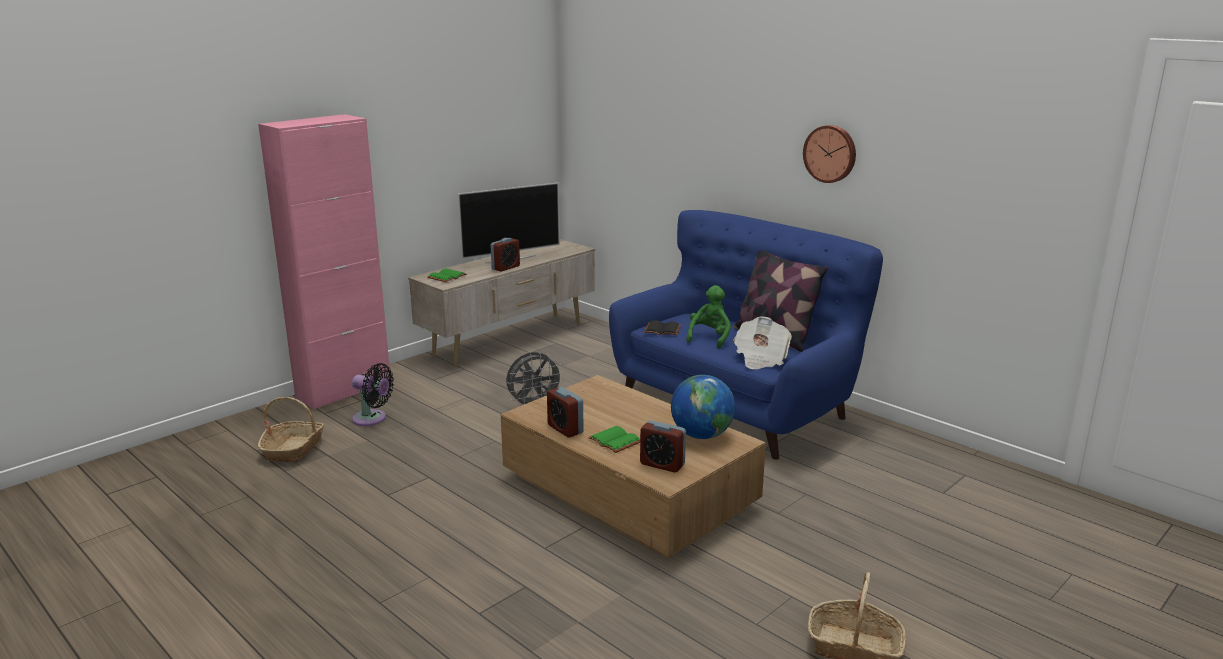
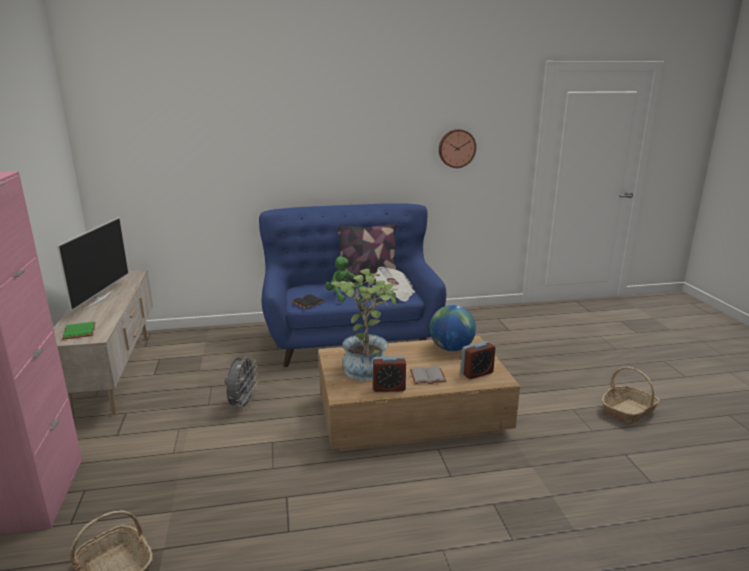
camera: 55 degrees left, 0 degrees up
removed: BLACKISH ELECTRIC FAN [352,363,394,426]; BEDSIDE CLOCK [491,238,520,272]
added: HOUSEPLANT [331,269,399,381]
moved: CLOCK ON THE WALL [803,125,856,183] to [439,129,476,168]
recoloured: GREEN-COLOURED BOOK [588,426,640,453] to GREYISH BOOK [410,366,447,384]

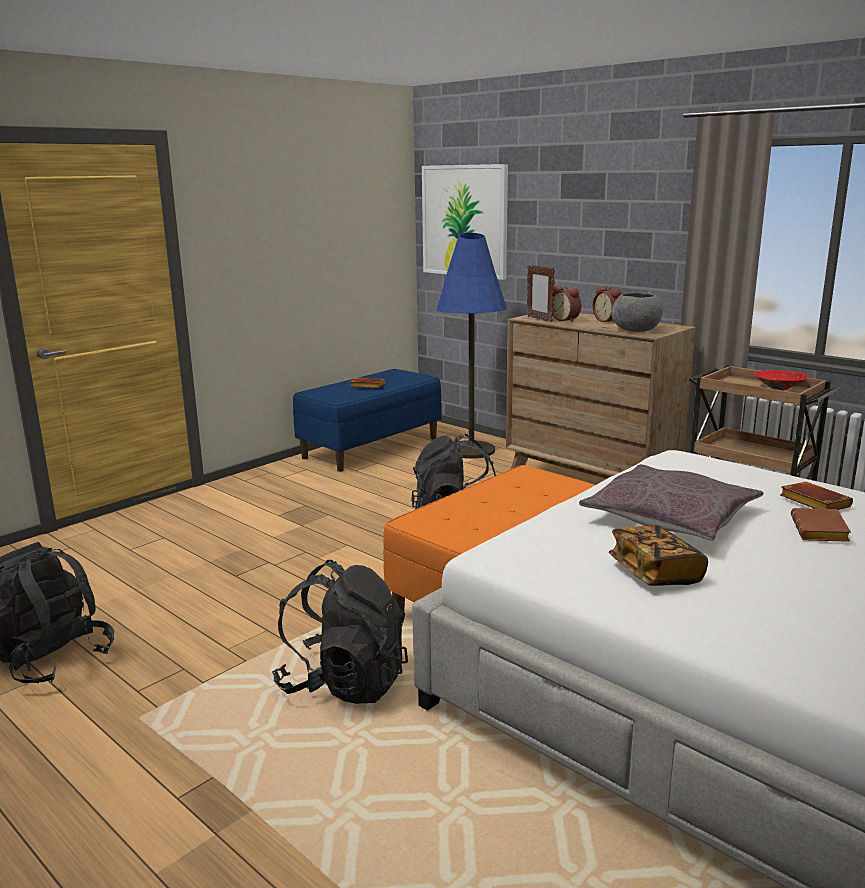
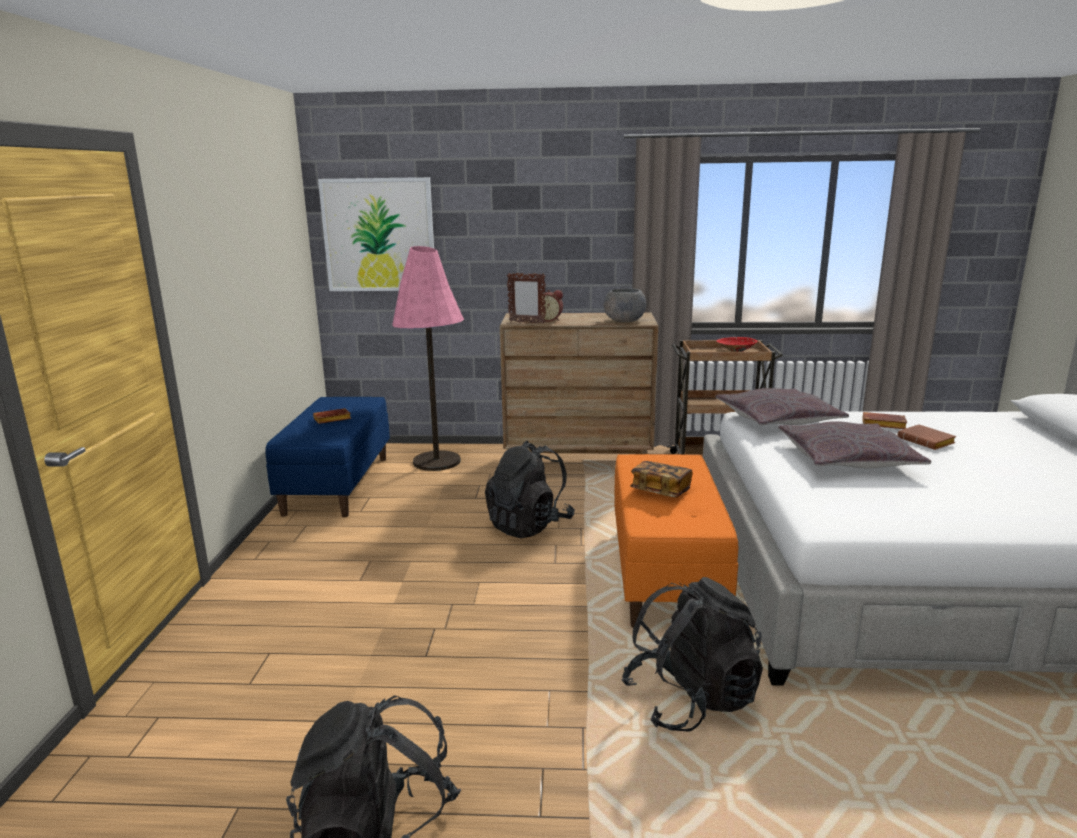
camera: 40 degrees left, 0 degrees up
removed: BEDSIDE CLOCK [593,286,622,323]
added: GREYISH THROW PILLOW [716,388,849,425]
moved: BOOK [609,525,708,586] to [630,461,693,498]
recoloured: BLUISH STANDARD LAMP [437,233,507,459] to PINK-COLOURED STANDARD LAMP [392,246,464,471]

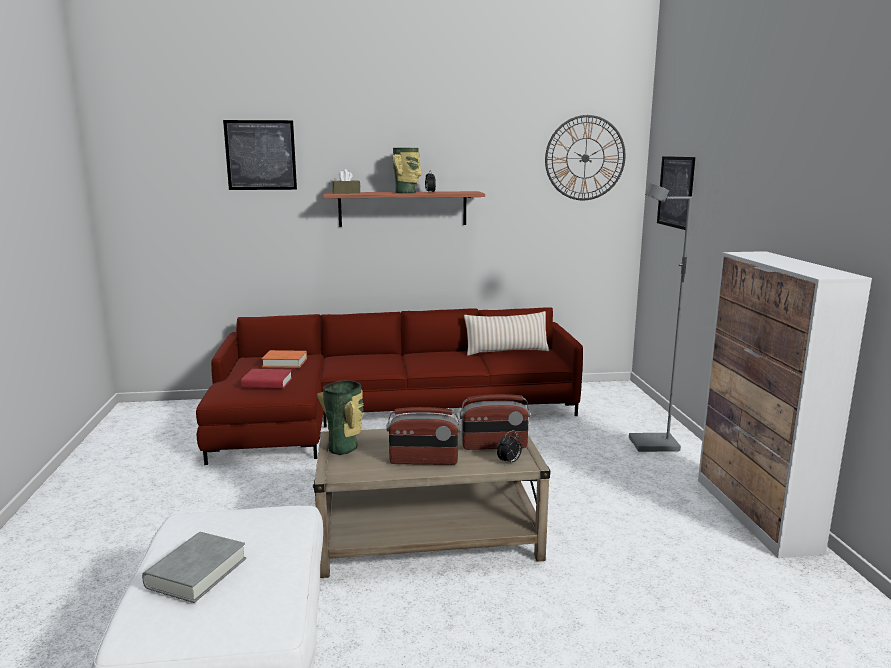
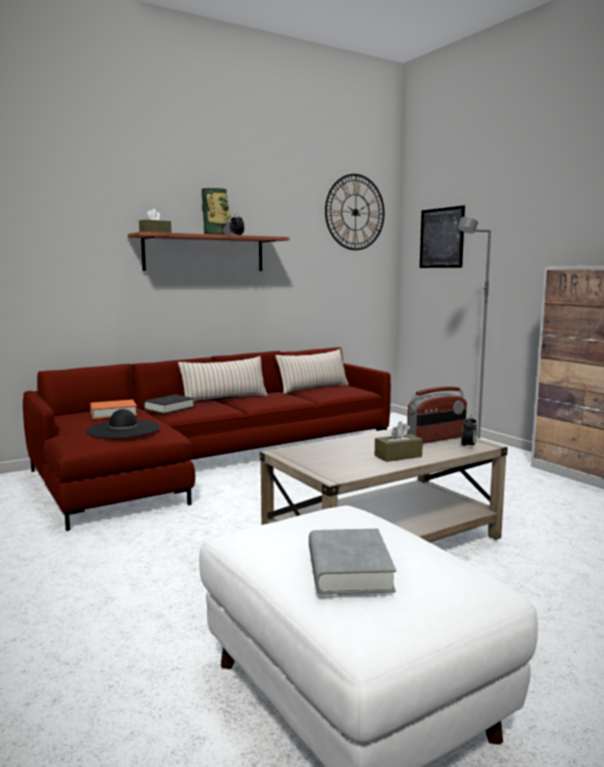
camera: 25 degrees left, 5 degrees down
removed: WALL PICTURE [223,120,297,190]; VASE [317,380,364,455]
added: BLACKISH BOOK [143,394,195,414]; BEIGE THROW PILLOW [178,356,268,402]
replaced: RED BOOK [241,369,292,389] to BLACKISH CLOTHING HAT [86,409,160,438]; RADIO RECEIVER [387,407,461,465] to BROWN-COLOURED TISSUE HOLDER [375,421,423,462]

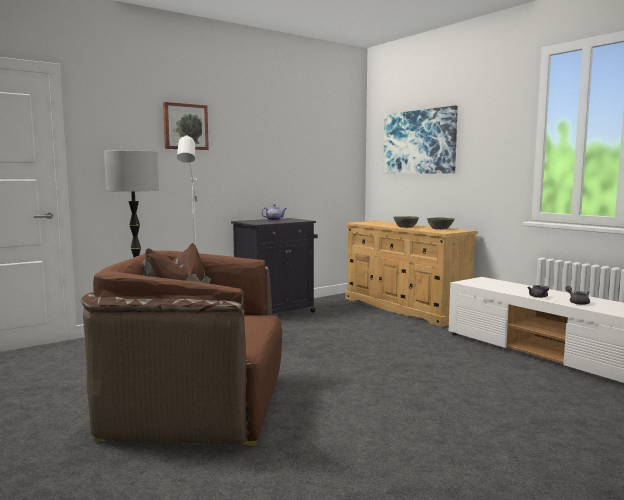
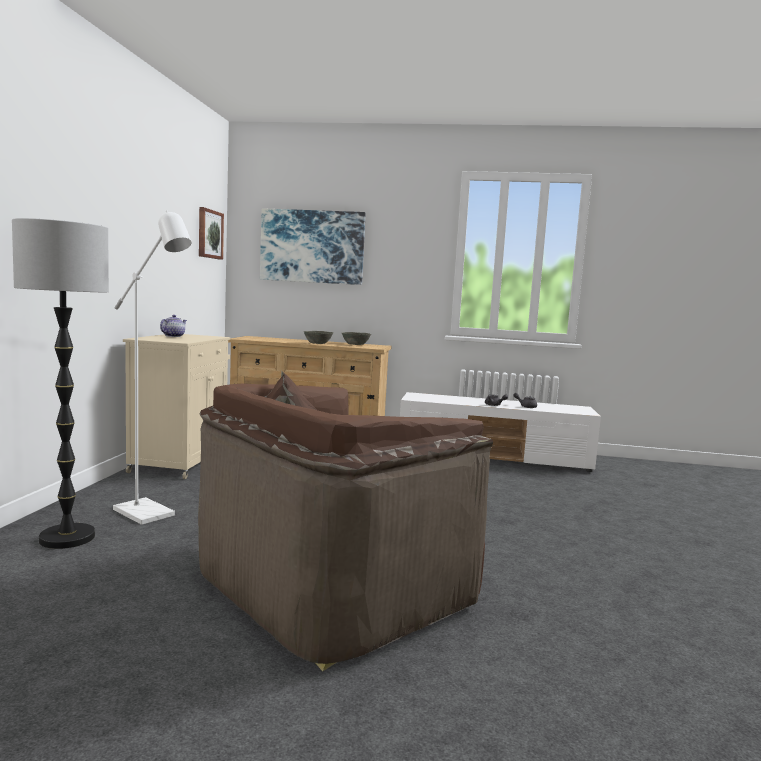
camera: 45 degrees left, 0 degrees up
moved: WALL PICTURE [163,102,209,150] to [199,207,224,260]
recoloured: BLACKISH CABINET [231,218,318,314] to BEIGE CABINET [123,334,230,479]

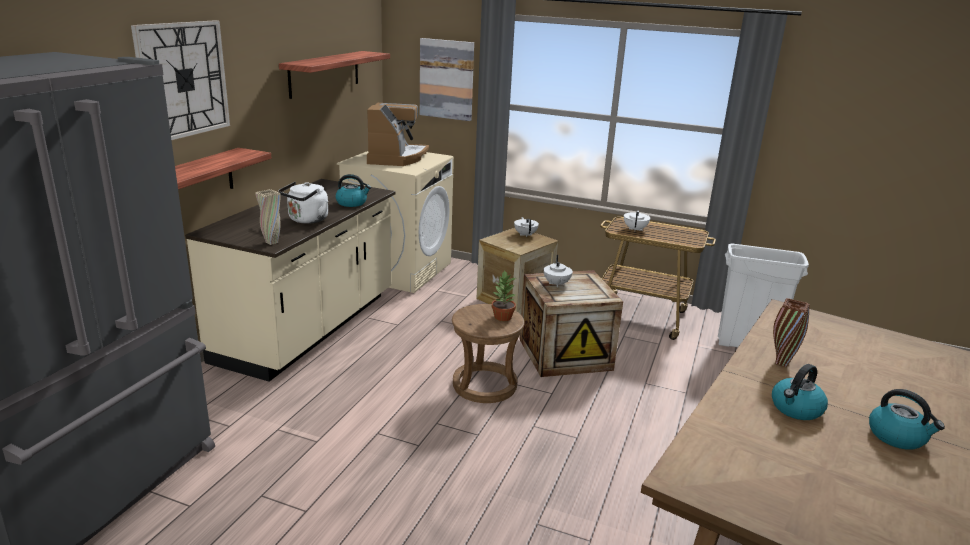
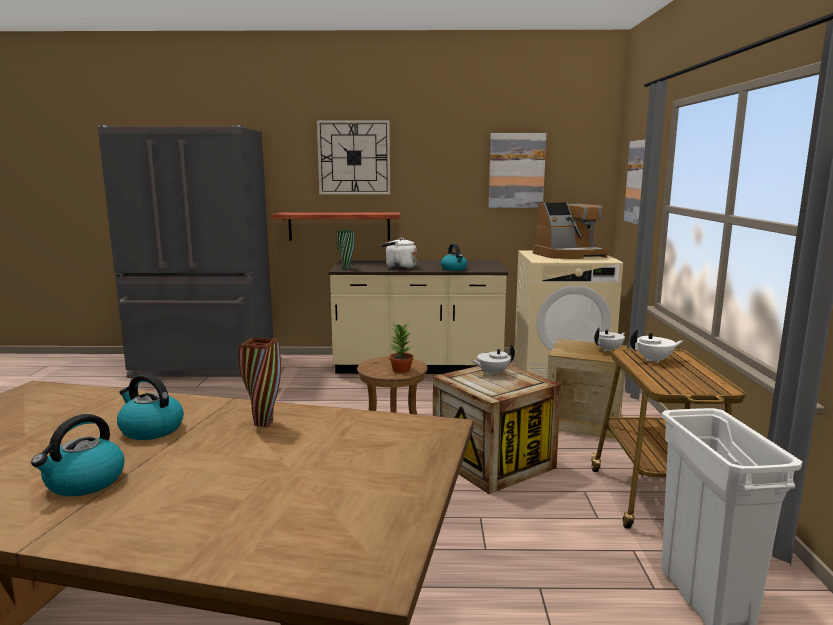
camera: 70 degrees right, 10 degrees down
replaced: BRACKET SHELF [279,51,390,99] to WALL PICTURE [489,133,546,208]
recoloured: BEIGE VASE [255,189,281,245] to GREEN-COLOURED VASE [336,230,354,270]

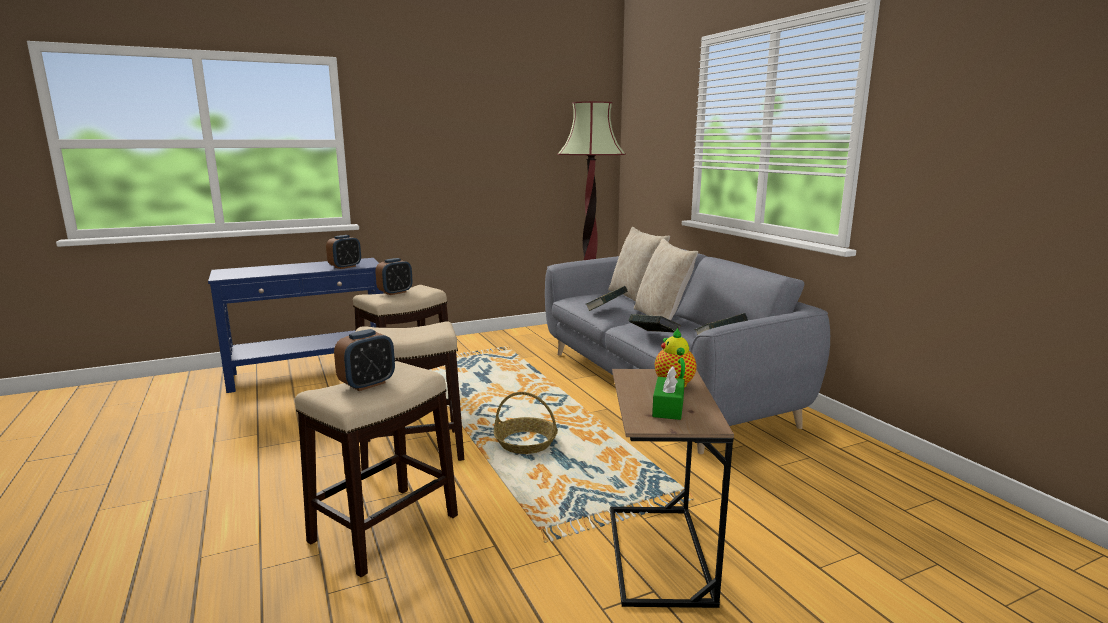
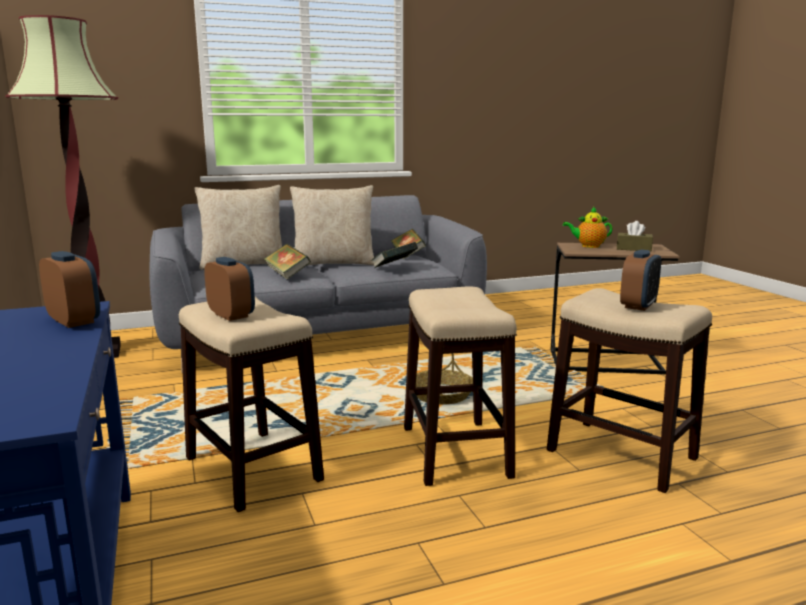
camera: 85 degrees left, 0 degrees up
recoloured: GREEN-COLOURED TISSUE HOLDER [652,366,685,420] to BROWN-COLOURED TISSUE HOLDER [617,221,653,252]
turned: BEDSIDE CLOCK [334,329,395,391] = [620,250,661,311] 75 degrees clockwise

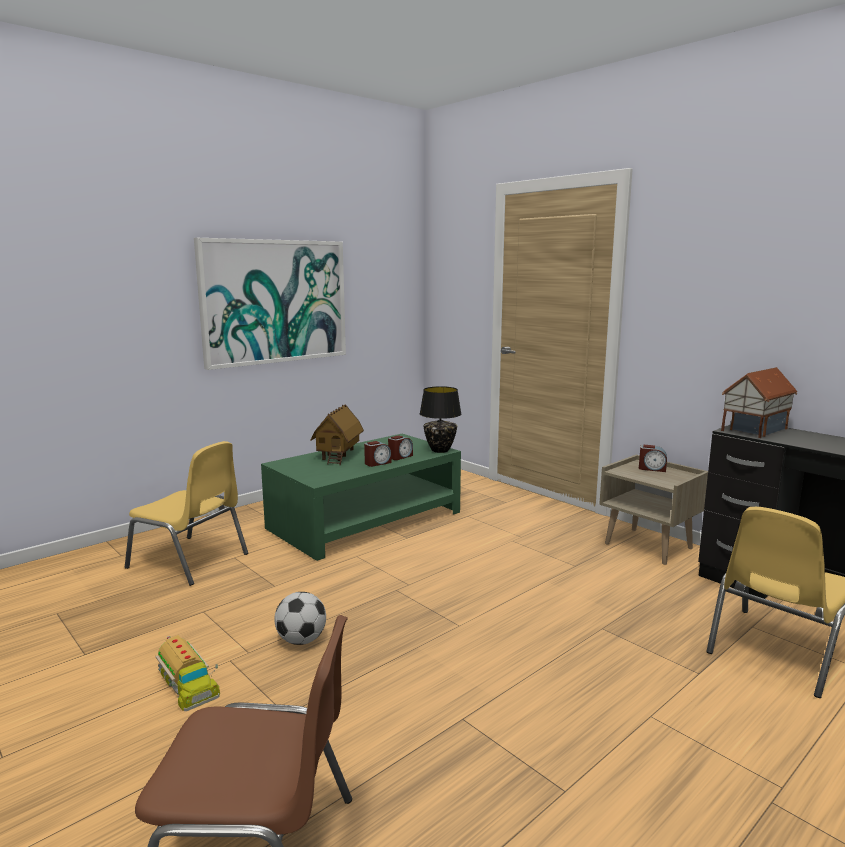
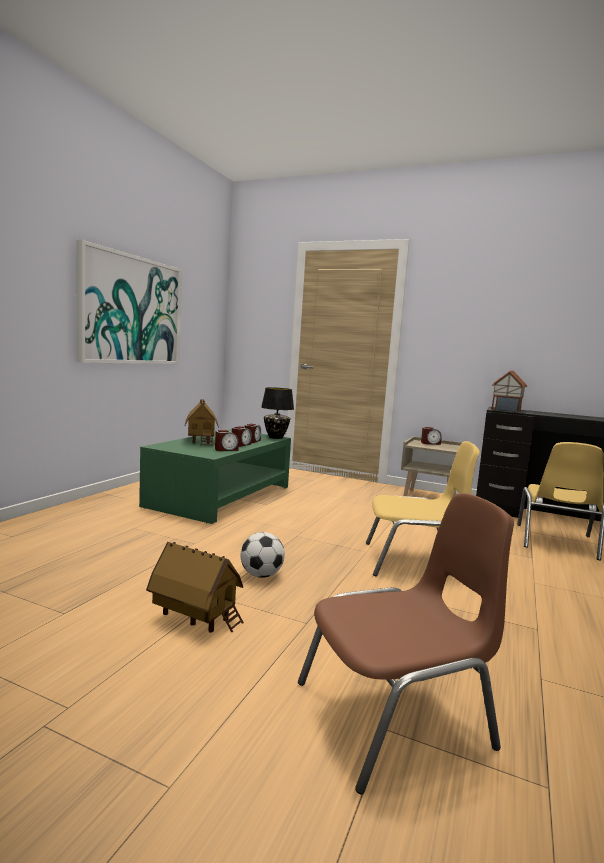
camera: 25 degrees left, 5 degrees down
added: BEDSIDE CLOCK [215,430,239,451]
moved: YELLOW-COLOURED UPRIGHT CHAIR [125,441,248,586] to [366,441,480,576]
replaced: MODEL TRUCK [155,635,220,711] to TOY HOUSE [146,542,244,633]

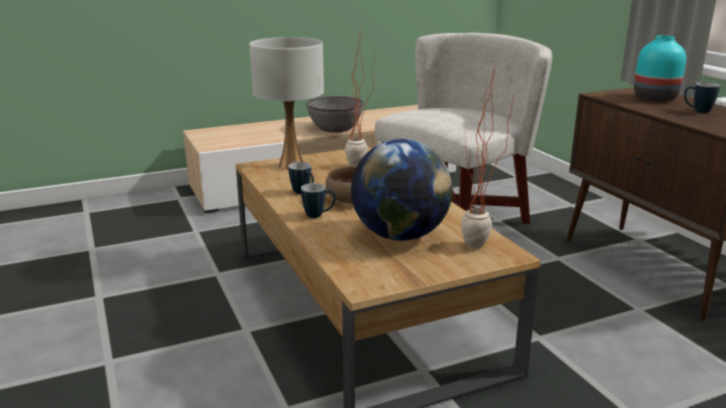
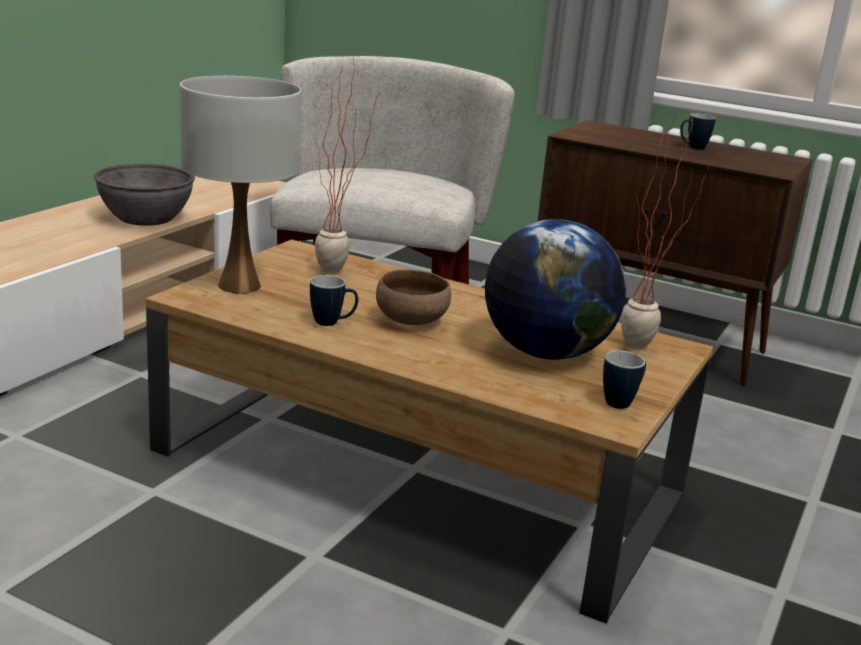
camera: 40 degrees left, 0 degrees up
removed: BLUE-GREEN VASE [634,35,686,102]
moved: TEA MUG [301,183,336,218] to [603,351,646,409]

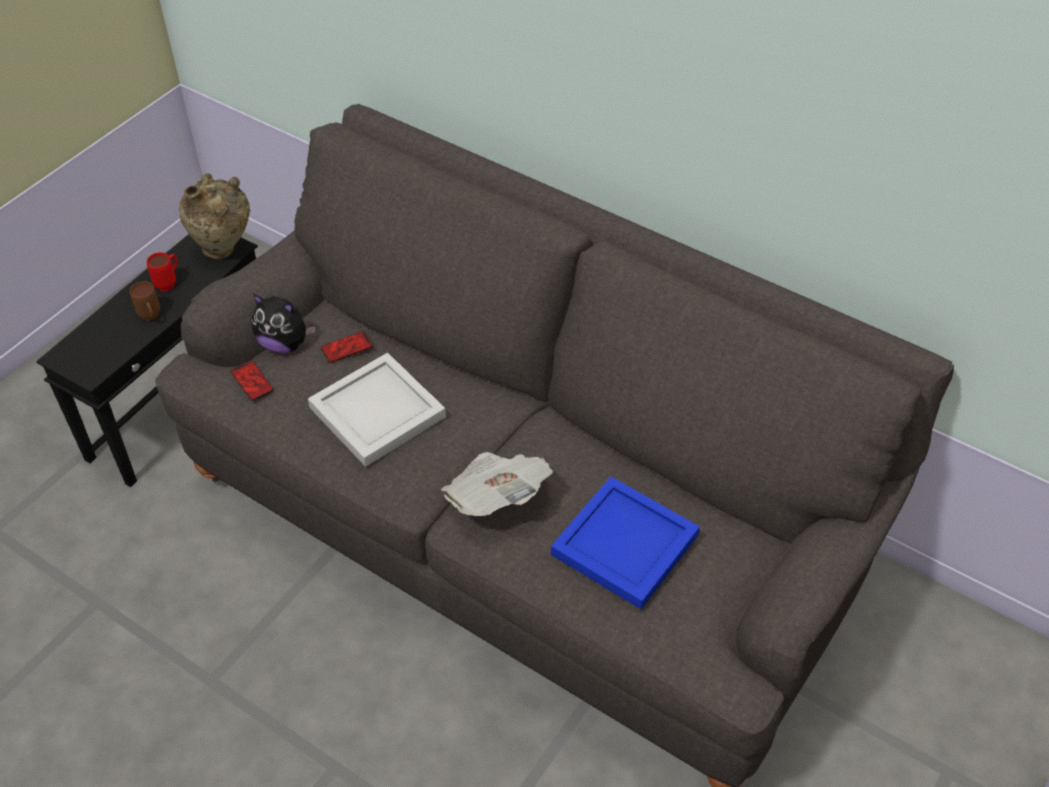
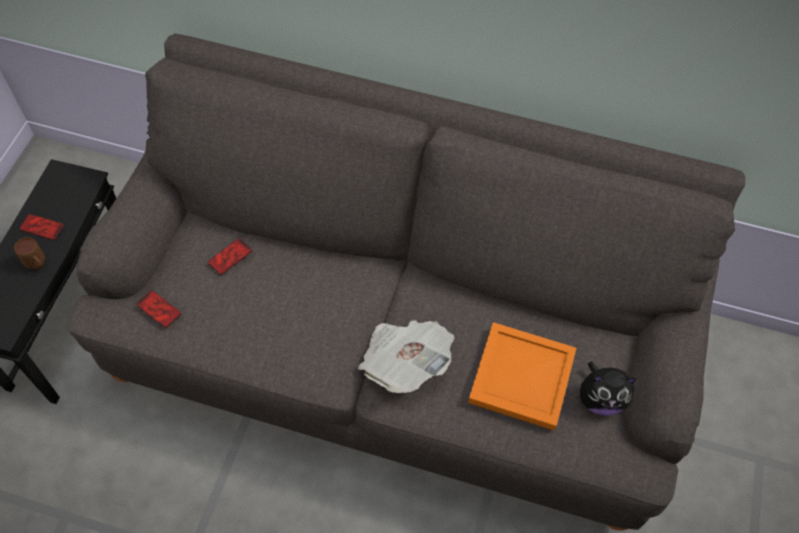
camera: 20 degrees left, 10 degrees up
removed: BEIGE VASE [179,173,250,259]; WHITISH TRAY [308,352,446,467]
moved: CUDDLY TOY [252,294,316,354] to [580,362,637,416]
replaced: RED TEA MUG [147,252,178,291] to TELEPHONE [19,214,64,240]
recoloured: BLUISH TRAY [551,477,700,609] to ORANGE TRAY [468,322,576,430]

